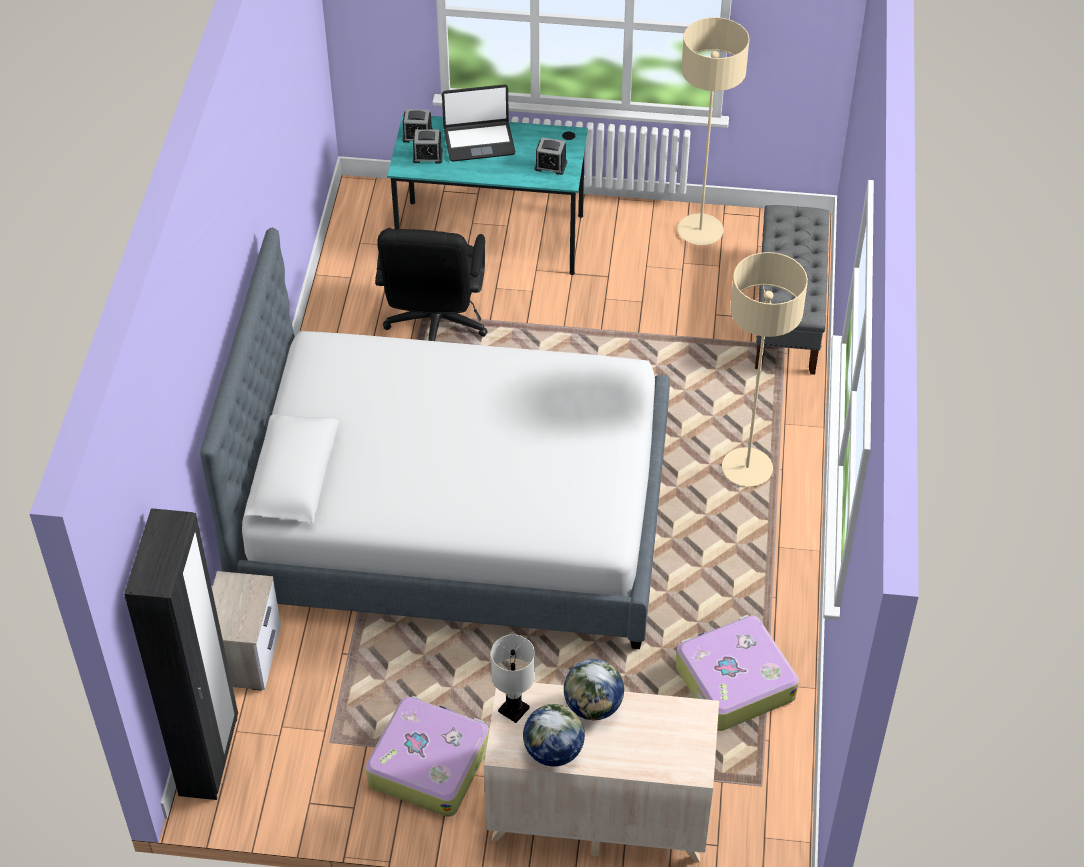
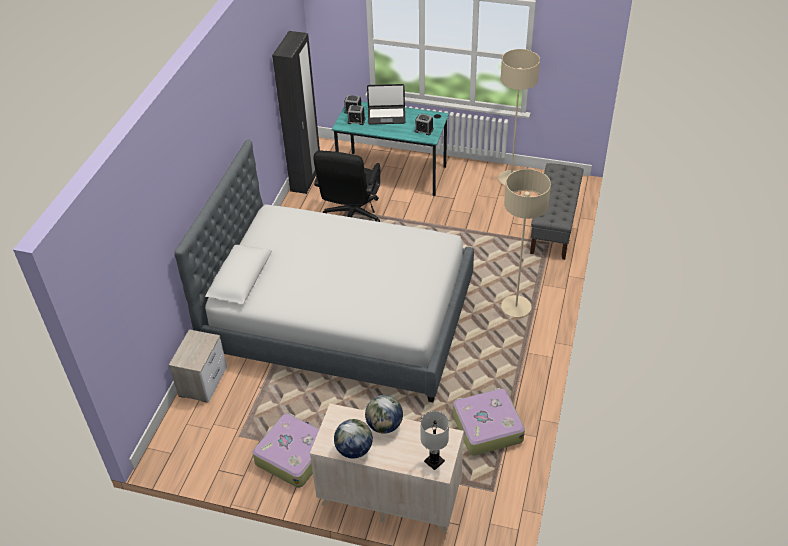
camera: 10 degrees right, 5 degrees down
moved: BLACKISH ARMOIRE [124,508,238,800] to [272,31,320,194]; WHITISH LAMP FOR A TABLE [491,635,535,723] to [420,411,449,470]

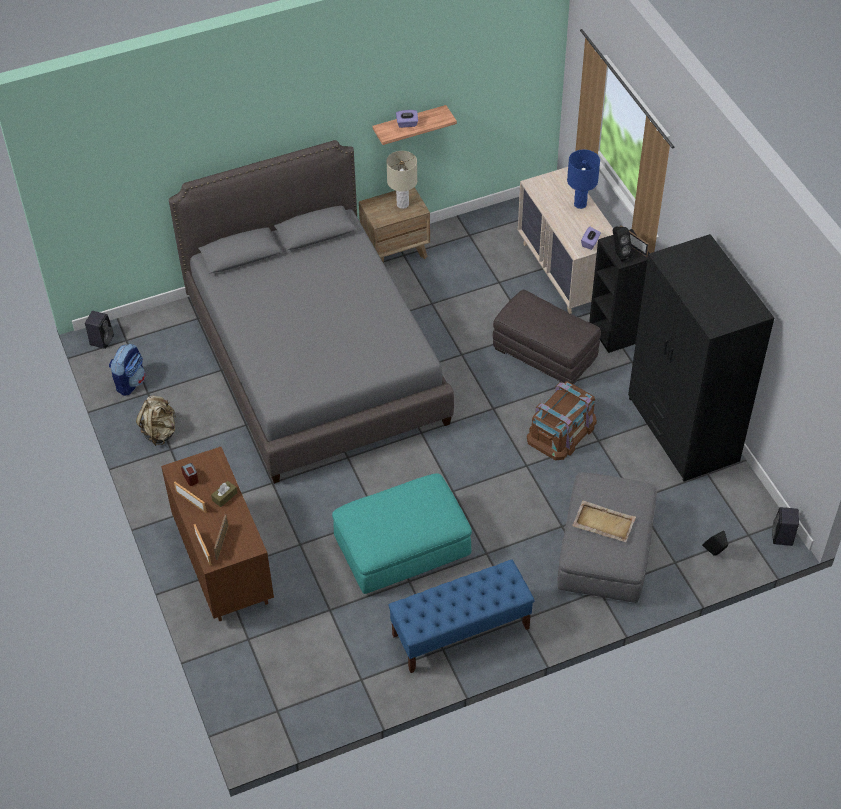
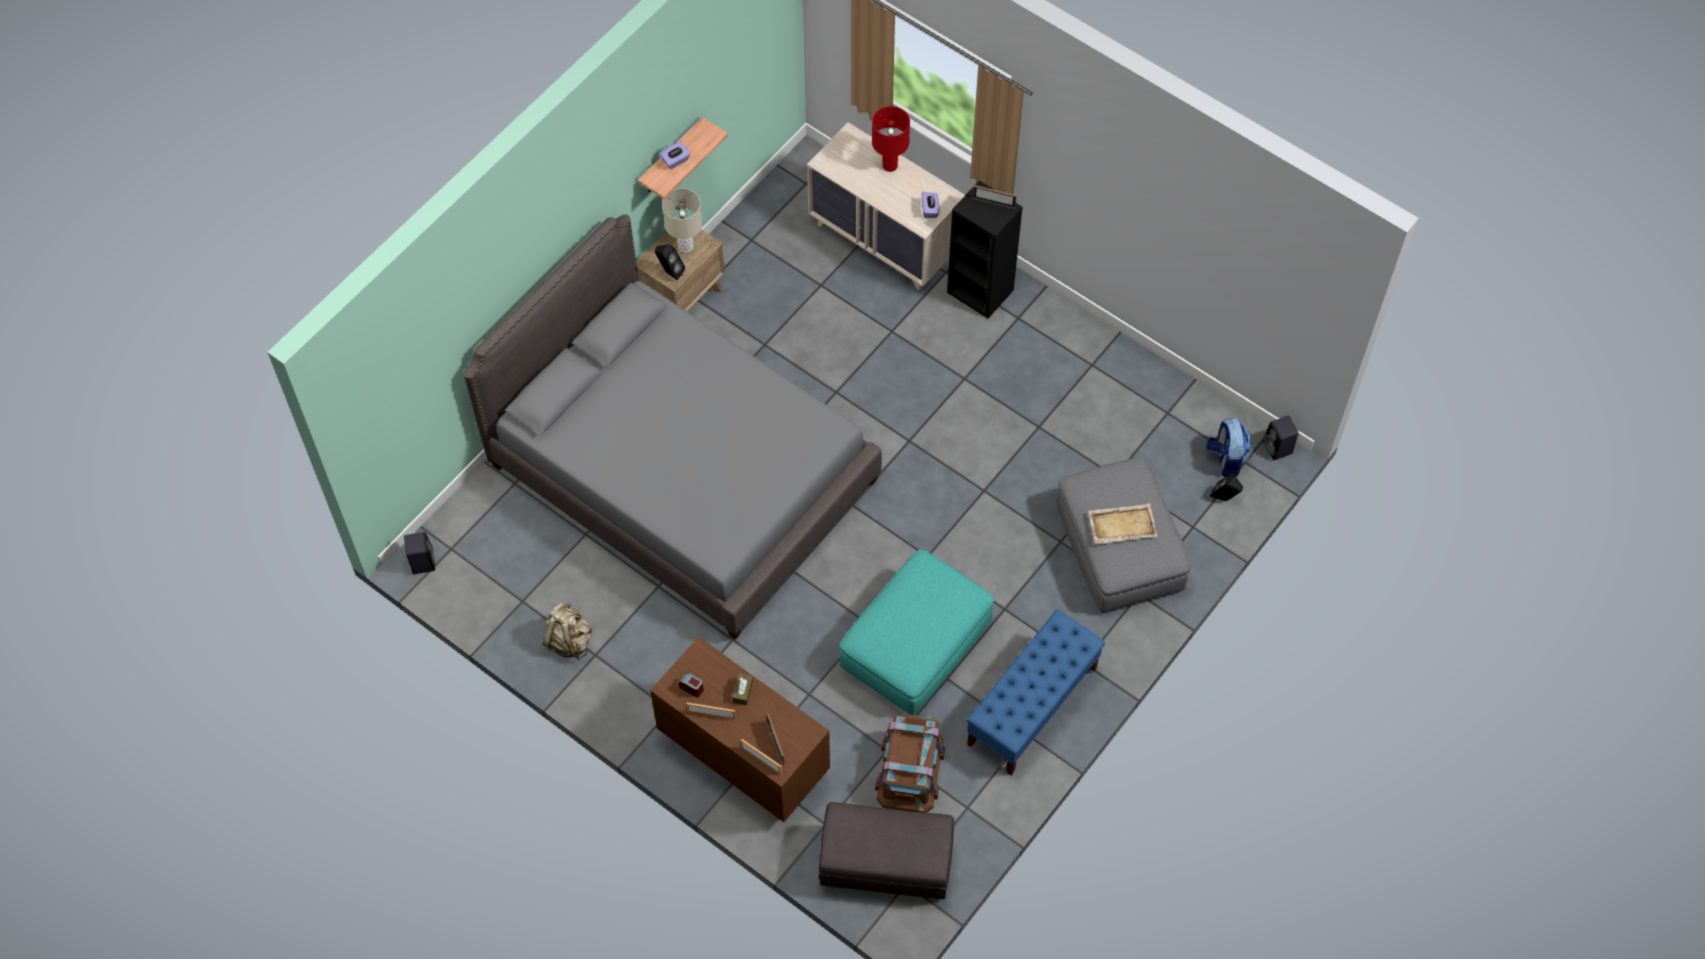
camera: 30 degrees left, 10 degrees up
removed: BLACKISH ARMOIRE [628,234,774,482]
moved: BLACKISH AUDIO SPEAKER [613,227,633,262] to [655,244,685,280]; GREYISH OTTOMAN [493,289,601,385] to [819,802,954,900]; BROWN-COLOURED STORAGE BOX [527,381,597,460] to [875,714,945,813]; BACKPACK [109,343,146,396] to [1206,417,1251,477]
recoloured: BLUISH LAMP FOR A TABLE [567,150,600,209] to RED LAMP FOR A TABLE [872,106,910,172]

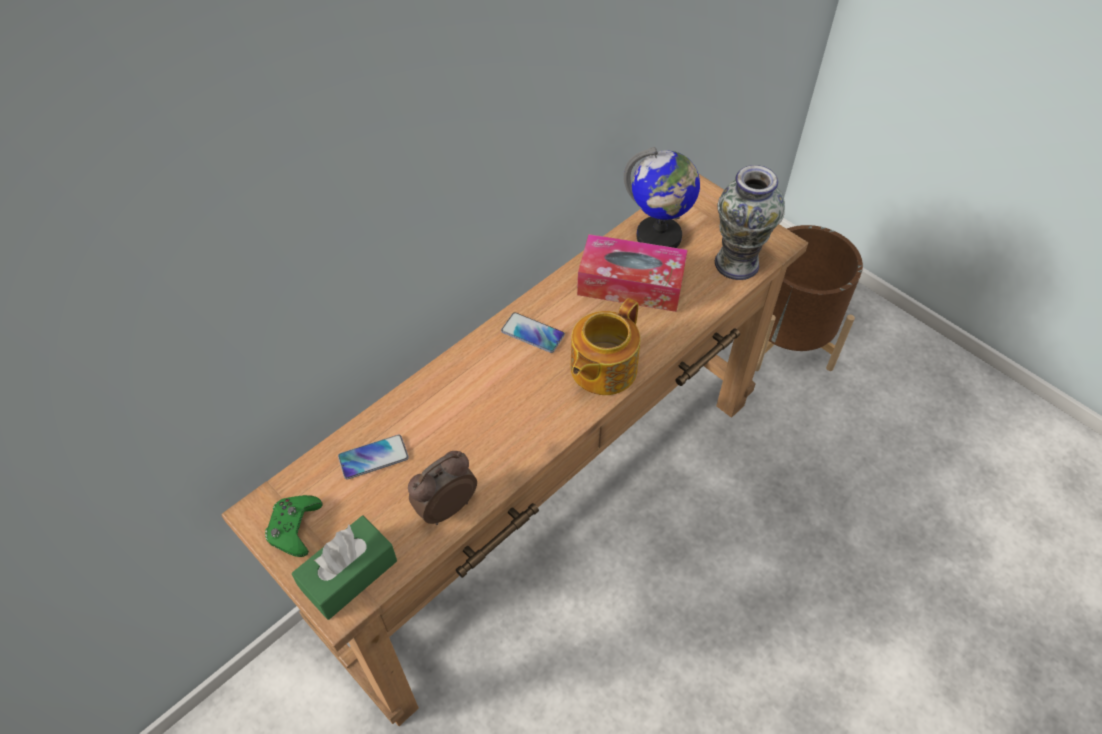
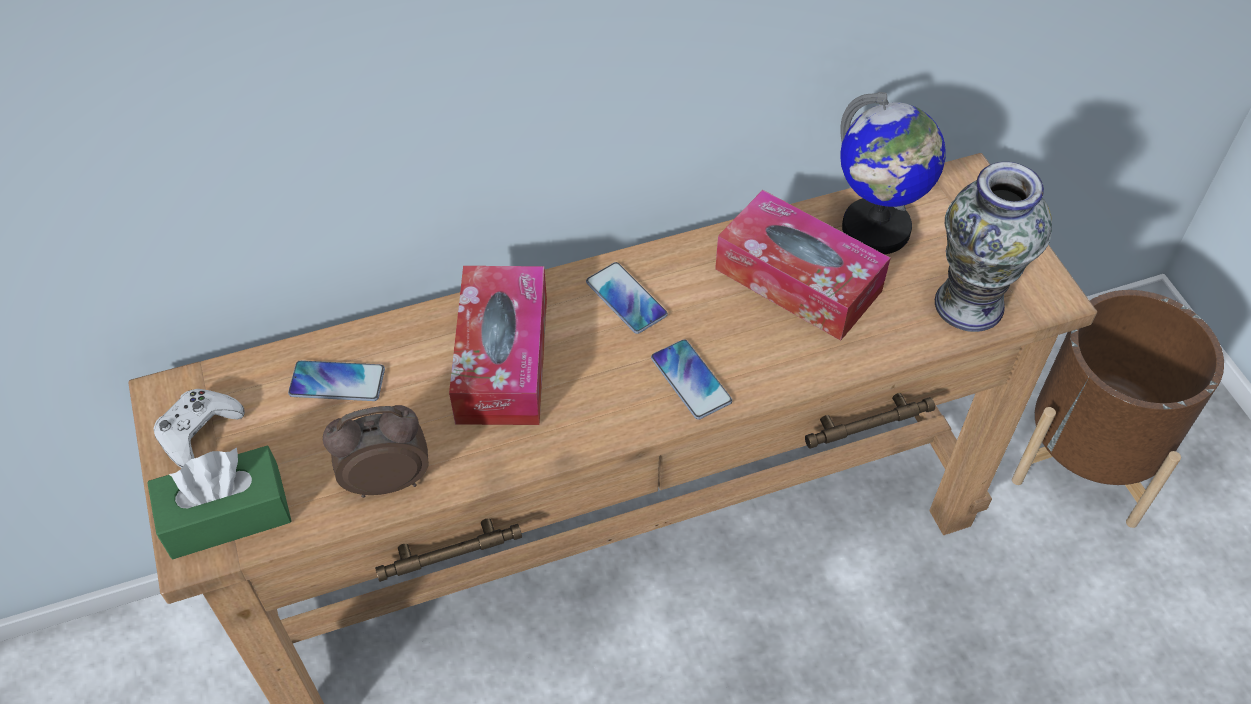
camera: 25 degrees right, 0 degrees up
added: TISSUE HOLDER [449,266,547,425]
replaced: POT FOR TEA [570,298,641,395] to TELEPHONE [651,339,732,420]
recoloured: GREEN-COLOURED GAME CONTROLLER [265,495,323,557] to WHITISH GAME CONTROLLER [154,389,245,468]

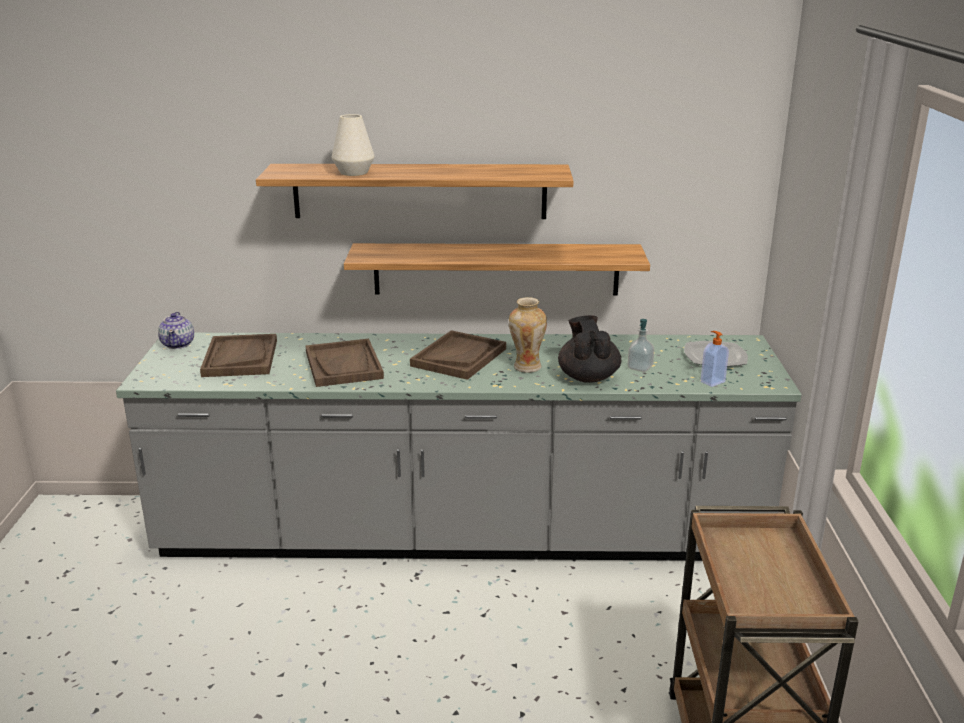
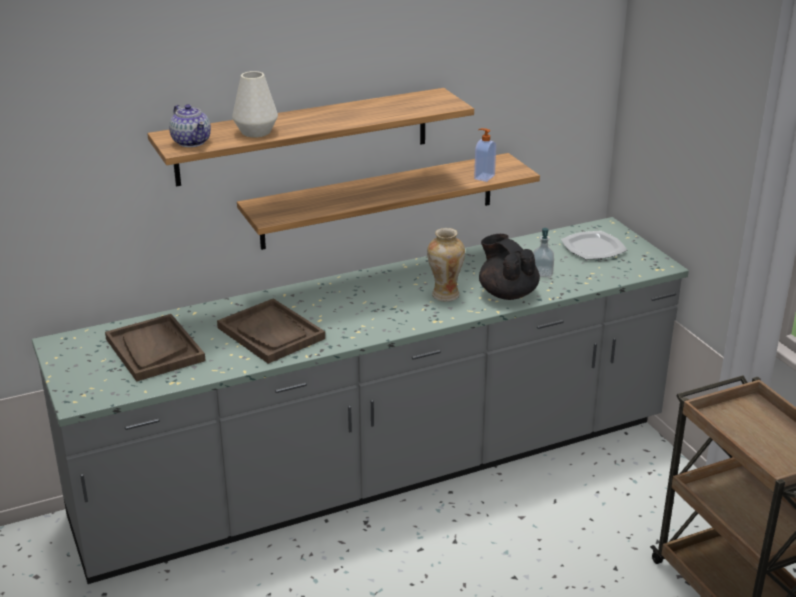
camera: 25 degrees left, 5 degrees up
removed: BROWN-COLOURED TRAY [410,330,506,380]
moved: POT FOR TEA [158,312,194,349] to [169,104,211,147]; SOAP DISPENSER [700,331,729,387] to [474,128,496,182]

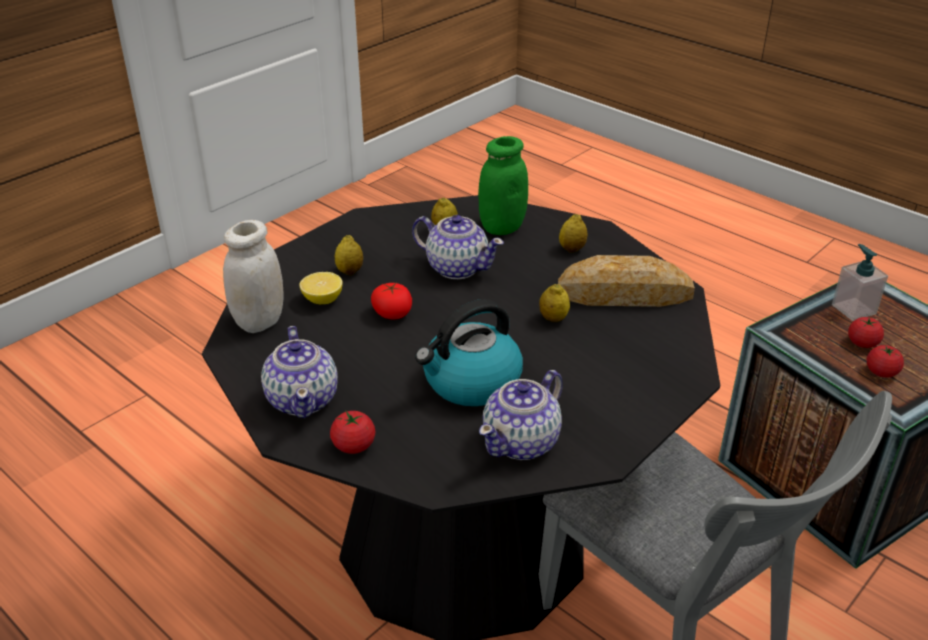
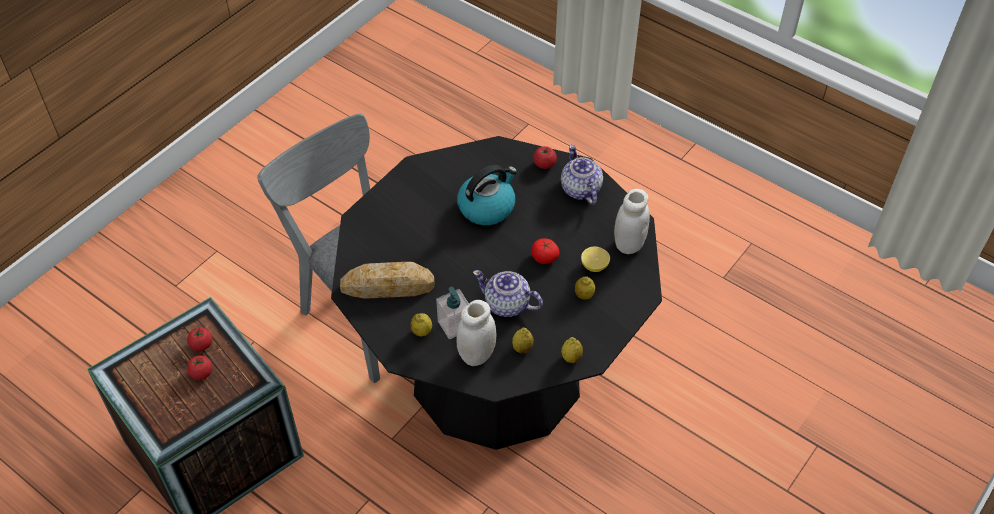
camera: 175 degrees right, 15 degrees up
removed: POT FOR TEA [479,370,563,460]
moved: SOAP DISPENSER [832,244,888,321] to [436,287,469,339]; LEMON [539,284,570,322] to [561,337,583,363]
recoloured: GREEN-COLOURED JAR [478,136,528,235] to WHITISH JAR [457,300,497,366]

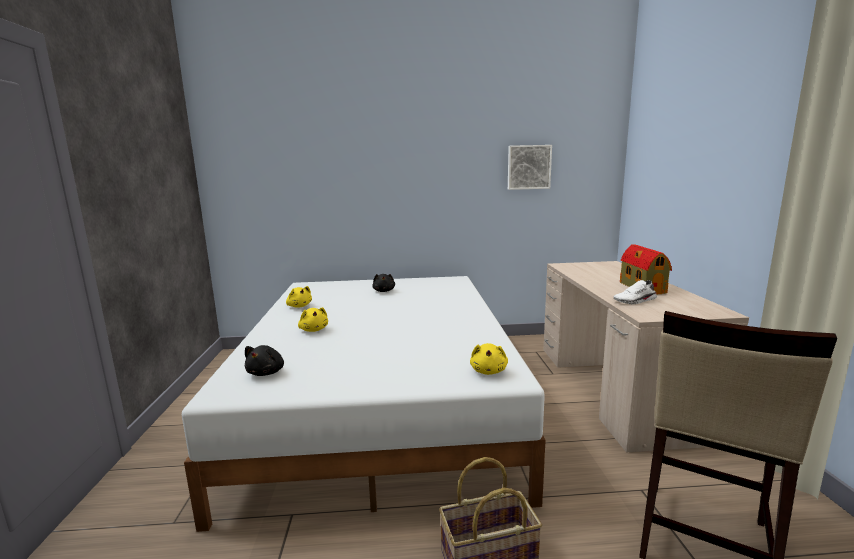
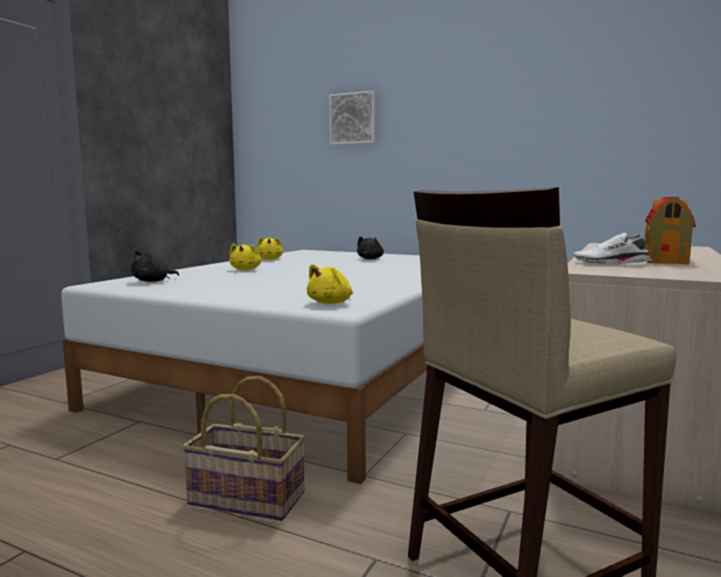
camera: 30 degrees right, 5 degrees down
moved: WALL PICTURE [508,145,552,190] to [329,91,376,145]

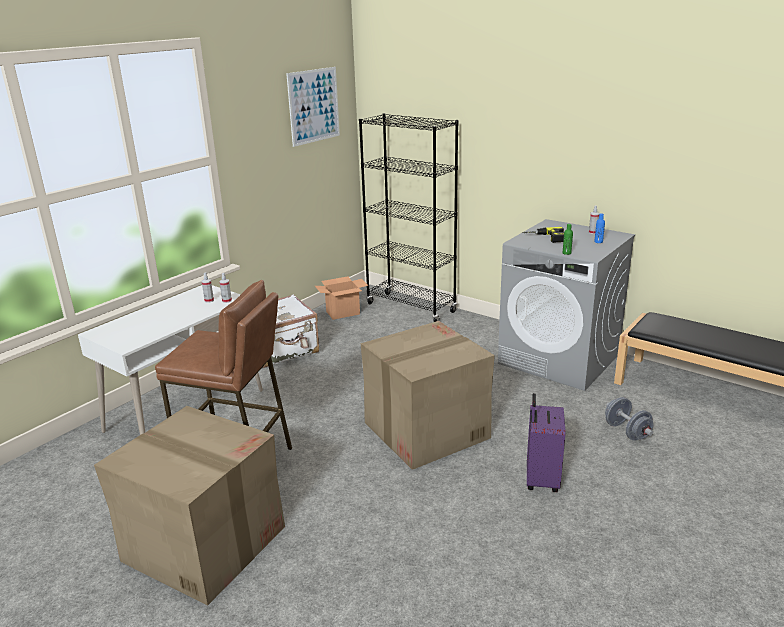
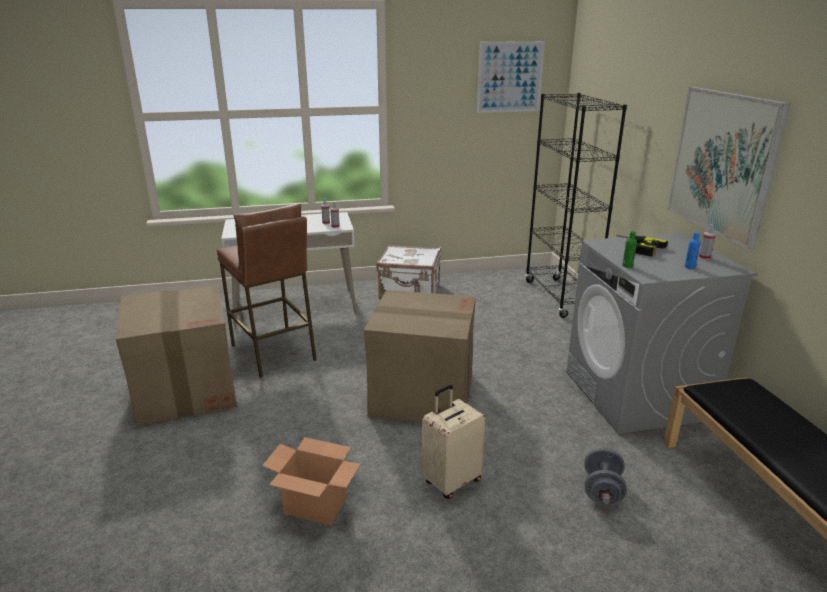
camera: 40 degrees right, 0 degrees up
added: WALL PICTURE [667,87,790,249]
moved: PACKING BOX [315,276,368,320] to [262,437,360,526]
recoloured: PURPLE TRAVEL CASE [527,393,566,492] to BEIGE TRAVEL CASE [422,385,485,499]

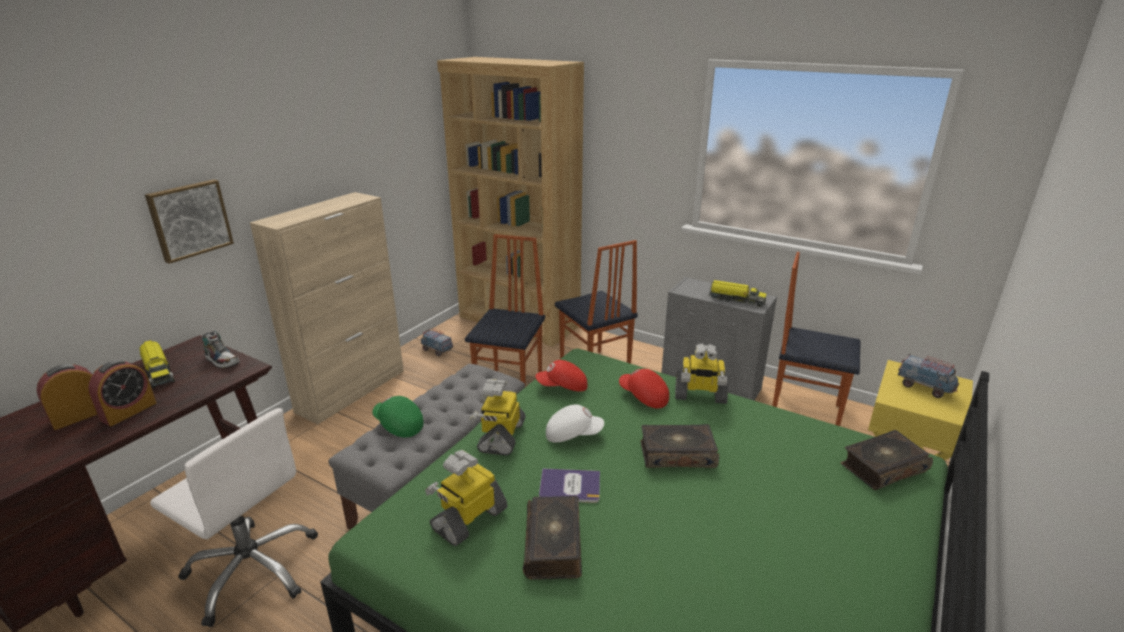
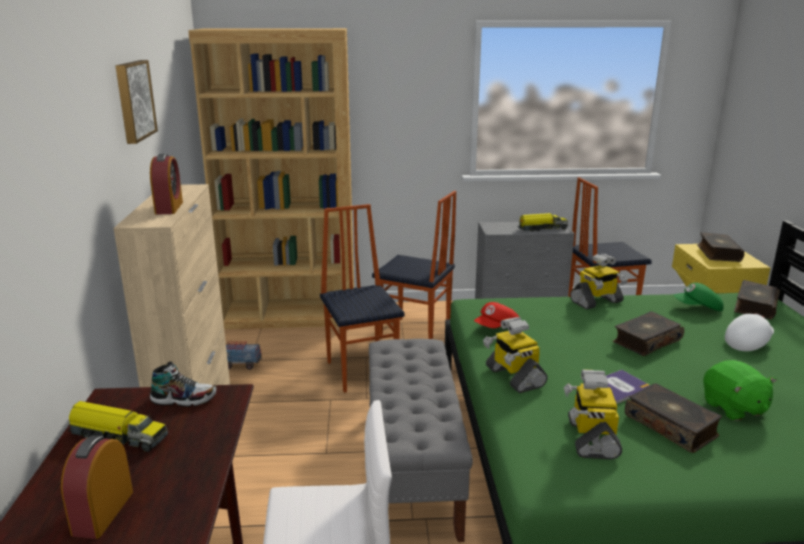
camera: 35 degrees left, 5 degrees down
removed: RED BASEBALL CAP [619,369,669,408]
added: GREEN-COLOURED CUDDLY TOY [703,360,777,421]
moved: WALL PICTURE [145,179,234,264] to [115,60,158,144]; BEDSIDE CLOCK [88,360,156,426] to [150,154,183,215]; GREEN-COLOURED BASEBALL CAP [372,396,424,438] to [674,283,724,311]; WHITISH BASEBALL CAP [546,404,604,443] to [725,313,774,351]
replaced: MODEL TRUCK [898,354,959,398] to BOOK [697,232,744,262]

